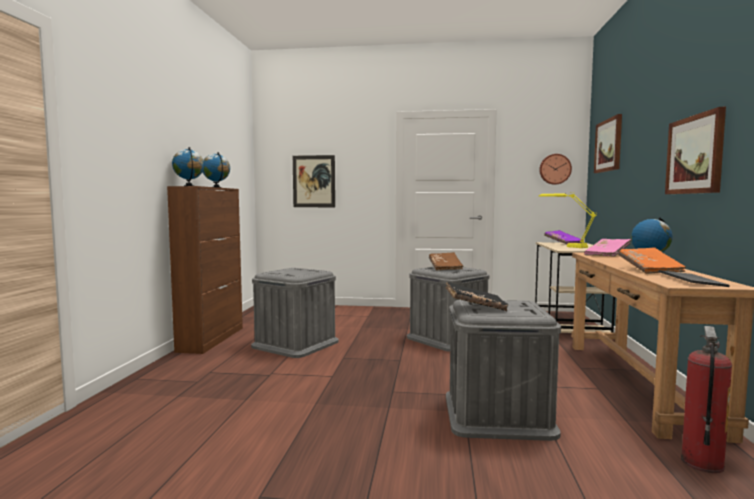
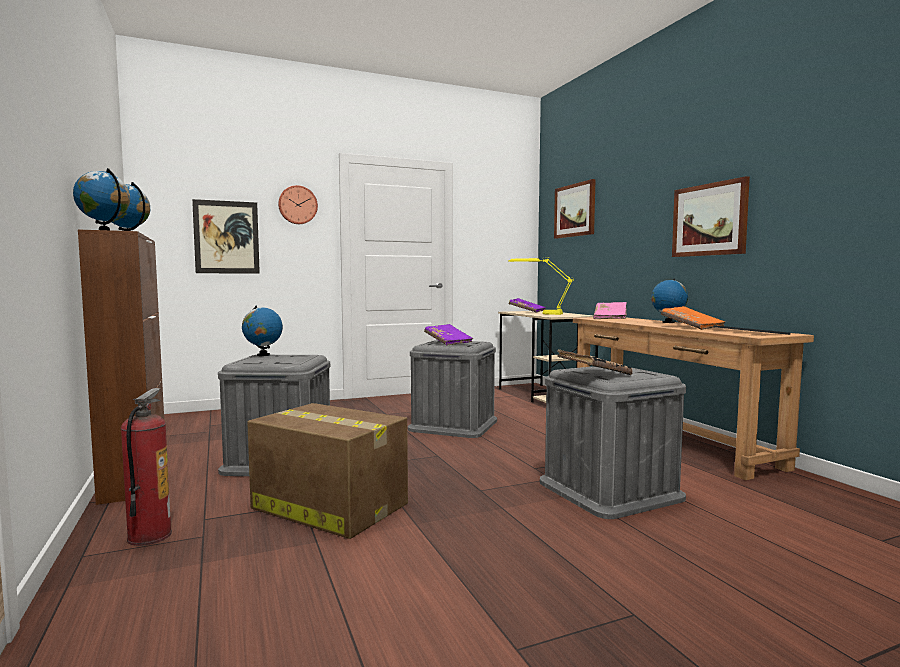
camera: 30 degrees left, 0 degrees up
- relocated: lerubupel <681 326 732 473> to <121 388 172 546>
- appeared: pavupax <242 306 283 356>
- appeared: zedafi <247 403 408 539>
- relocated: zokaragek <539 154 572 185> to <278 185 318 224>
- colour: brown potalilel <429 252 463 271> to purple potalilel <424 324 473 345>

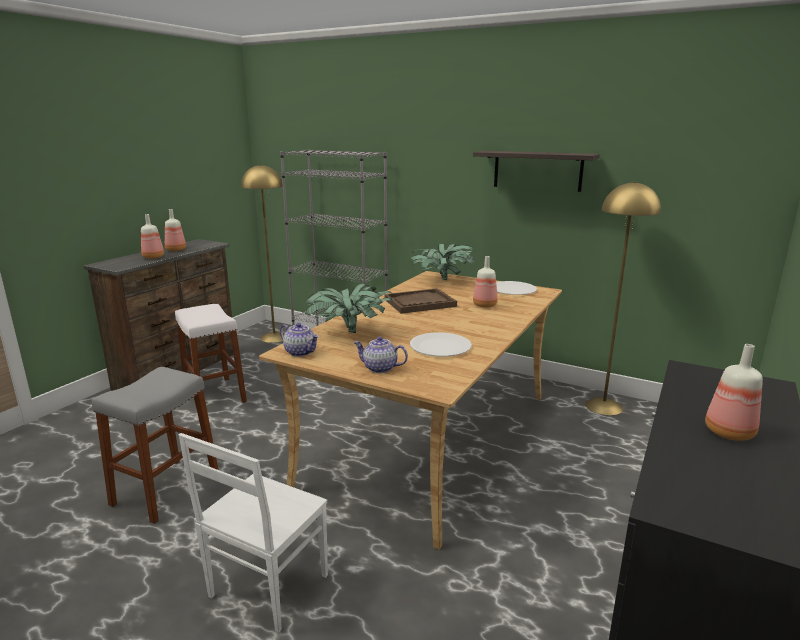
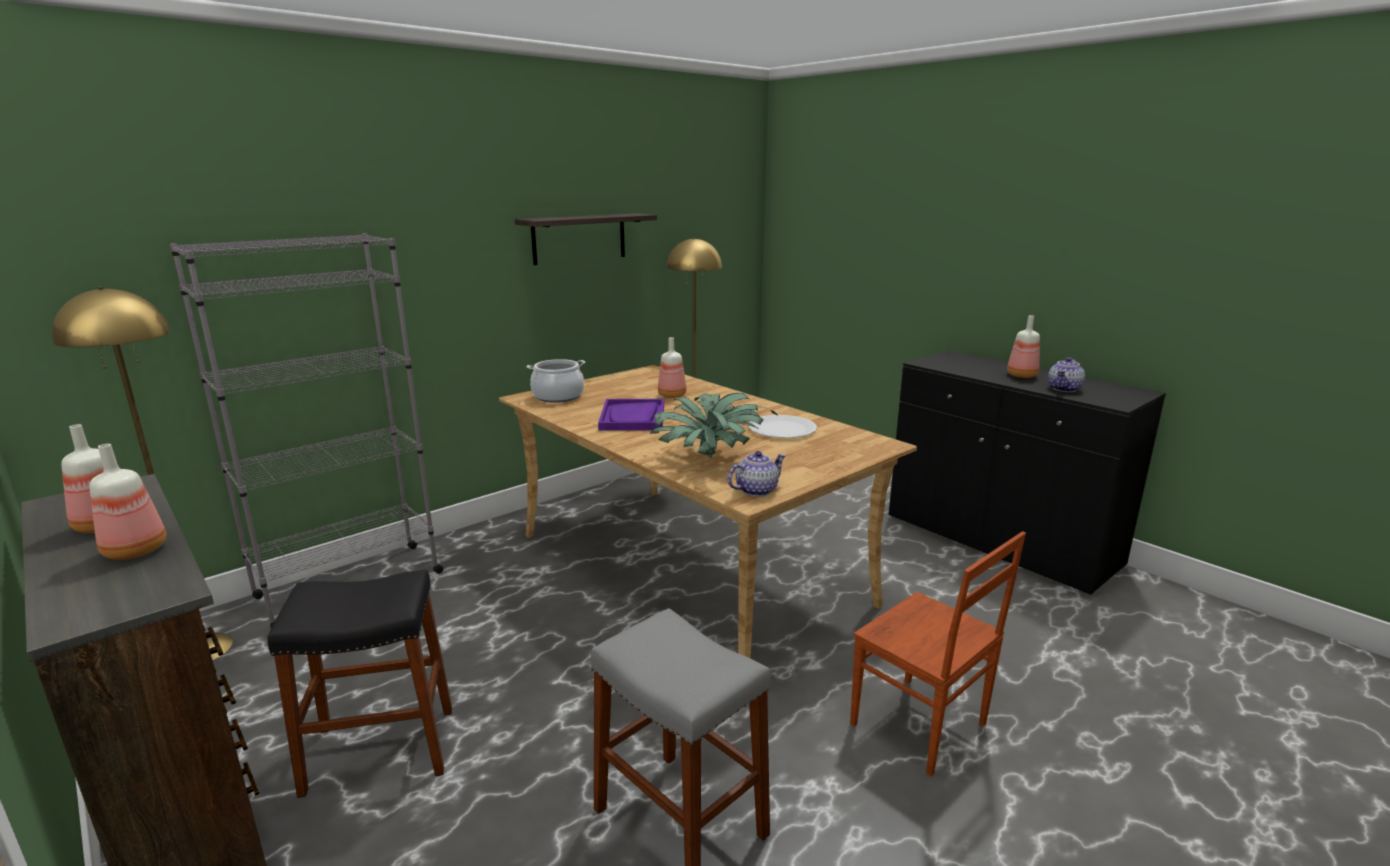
camera: 70 degrees left, 0 degrees up
- colour: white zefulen <175 304 247 403> to black zefulen <268 569 452 798>
- exchanged: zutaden <411 244 475 280> to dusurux <527 359 585 403>
- colour: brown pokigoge <385 288 457 314> to purple pokigoge <598 399 664 431>
- colour: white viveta <179 433 328 633> to brown viveta <850 531 1026 776>
- relocated: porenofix <353 336 408 373> to <1048 357 1085 392>
- missing: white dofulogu <496 281 537 295>

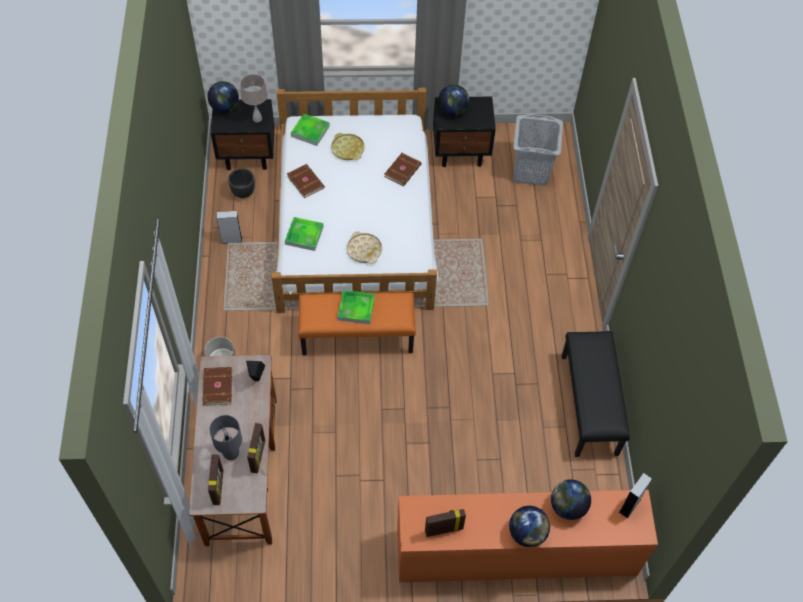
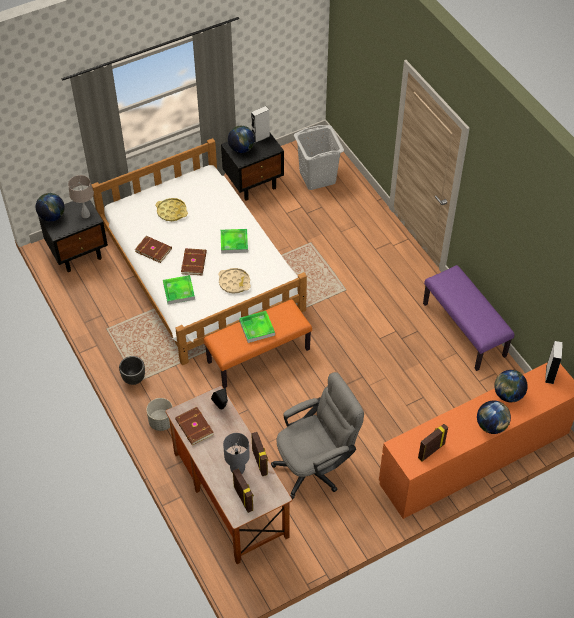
camera: 25 degrees left, 5 degrees down
- relocated: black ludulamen <228 168 255 198> to <119 356 145 385>
- relocated: brown potalilel <384 153 422 186> to <181 248 207 275>
- relocated: pokigoge <291 114 330 146> to <221 229 248 254>
- relocated: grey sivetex <216 211 242 244> to <251 106 270 143>
- appeared: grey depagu <271 372 364 499>
- colour: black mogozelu <562 331 630 457> to purple mogozelu <423 265 514 371>

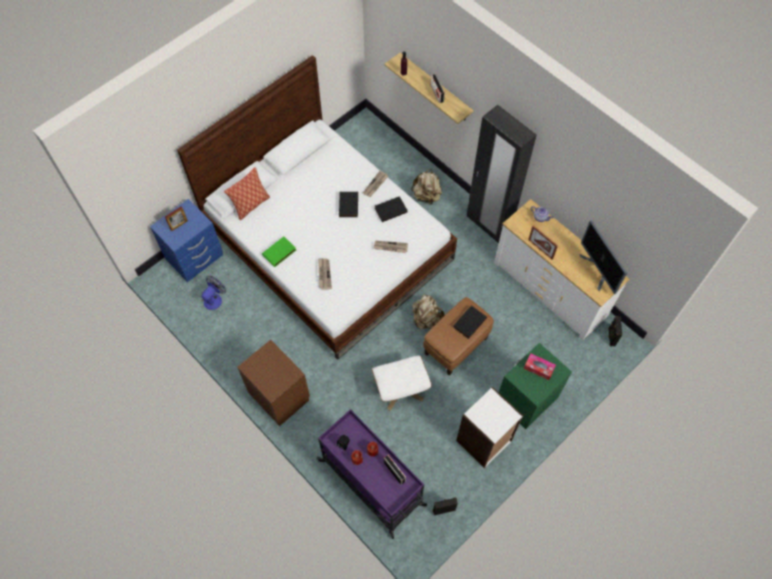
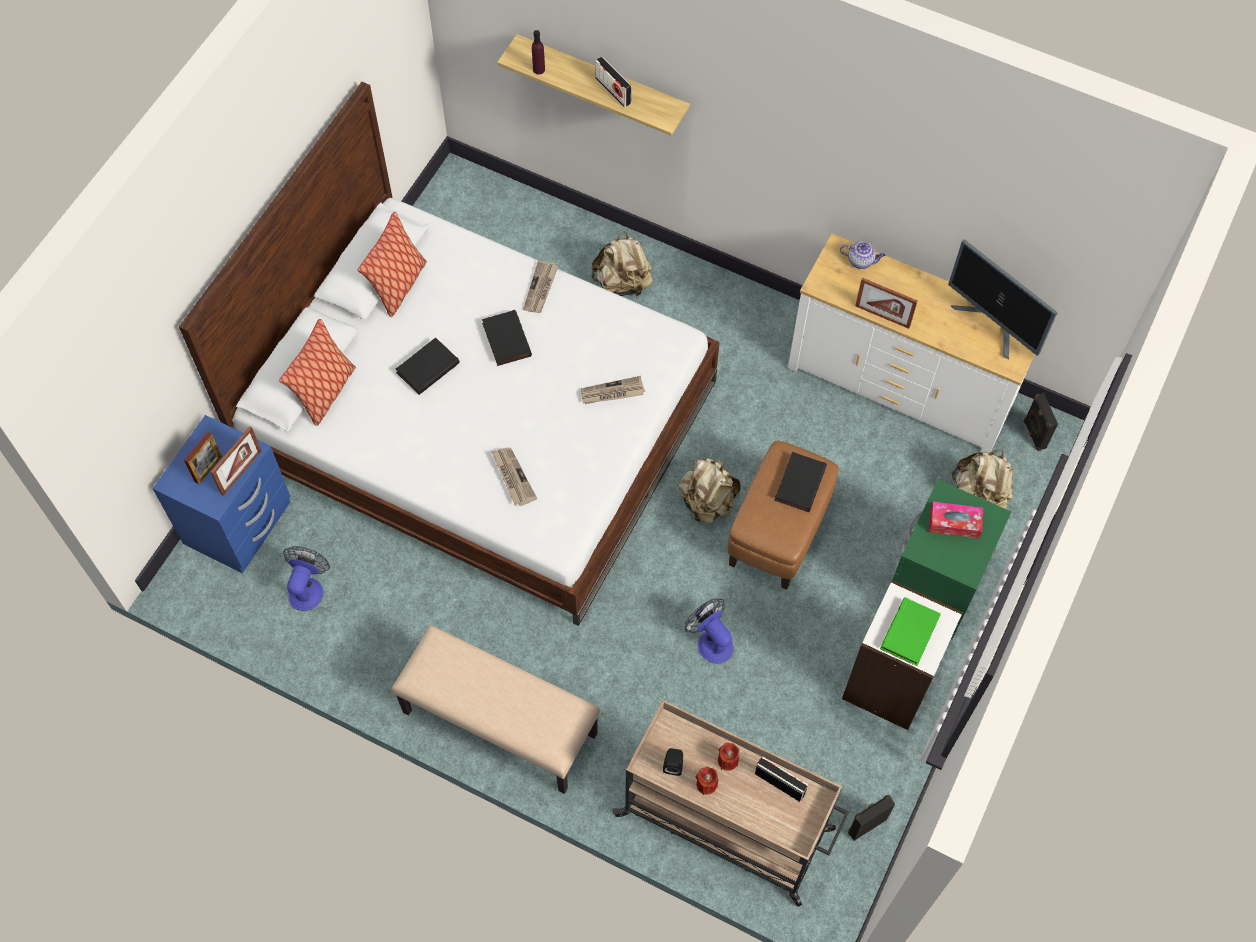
camera: 20 degrees left, 0 degrees up
- appeared: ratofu <211 426 261 496>
- appeared: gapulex <358 212 427 317>
- exchanged: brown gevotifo <237 340 310 426> to beige mogozelu <391 625 600 794>
- relocated: black potalilel <375 196 408 222> to <396 337 460 395>
- colour: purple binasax <316 409 427 539> to beige binasax <612 700 849 907>
- exchanged: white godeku <372 356 431 411> to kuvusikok <685 598 734 664>
- relocated: green potalilel <262 237 296 267> to <880 597 941 666>
- appeared: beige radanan <952 449 1014 509>
- missing: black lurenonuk <467 105 537 244>

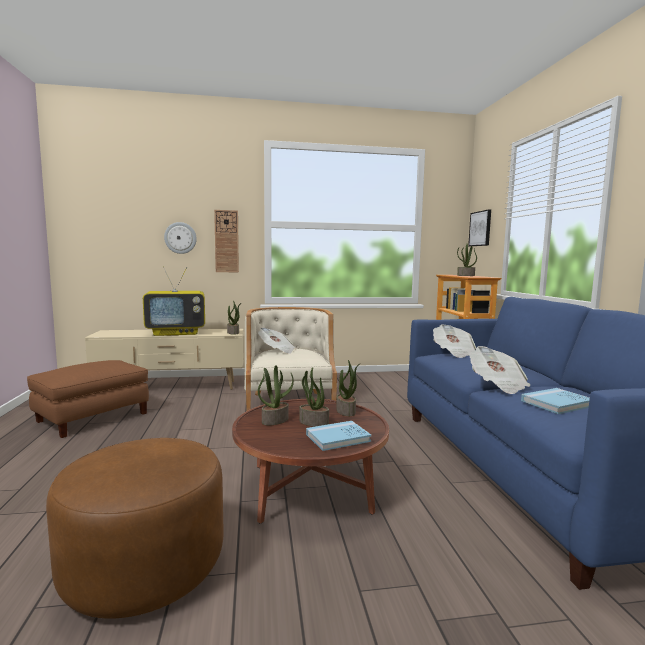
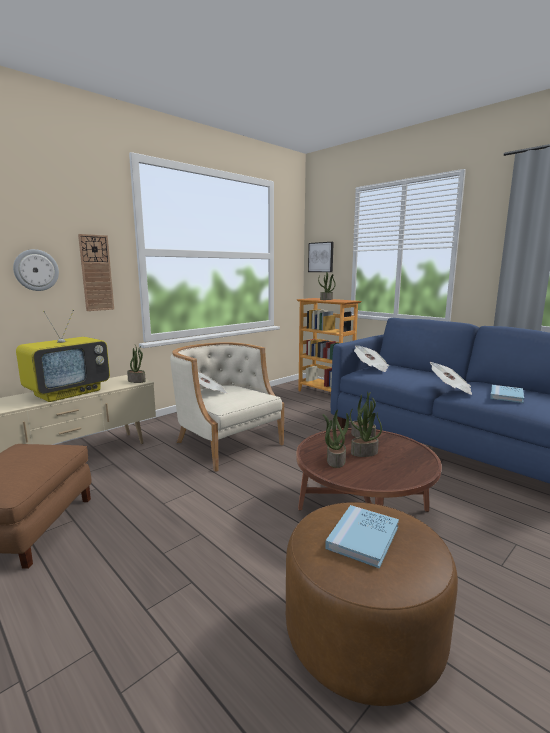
camera: 35 degrees left, 5 degrees up
- relocated: blue potalilel <306 421 371 451> to <325 505 399 569>

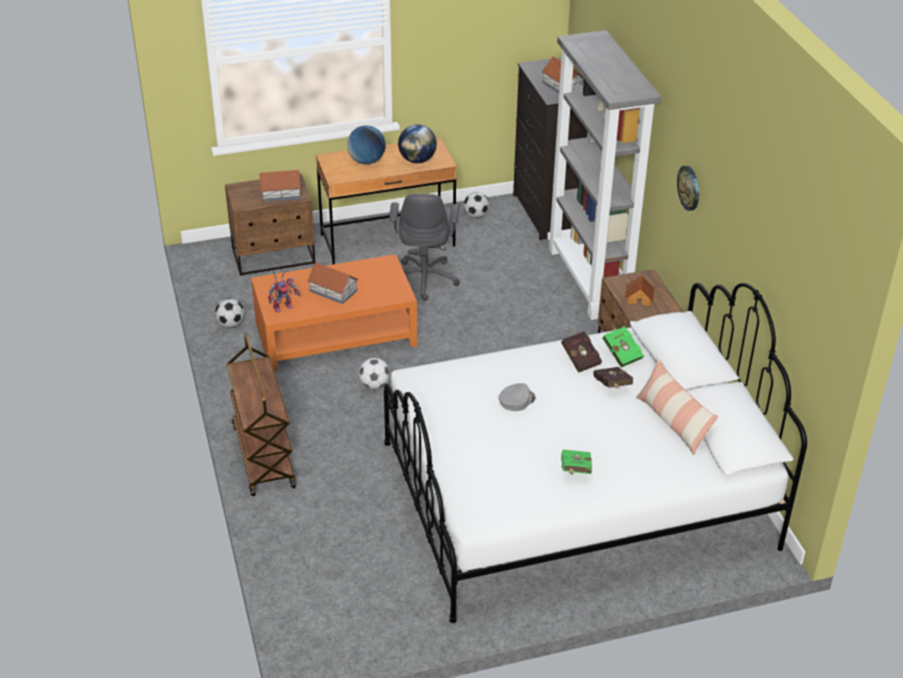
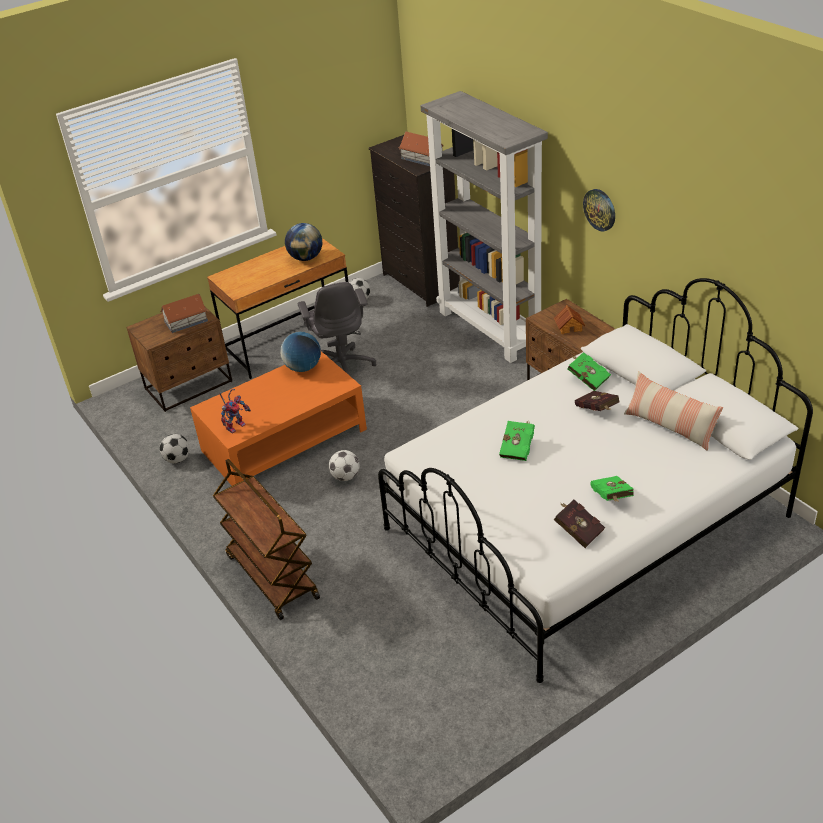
camera: 15 degrees left, 0 degrees up
- relocated: pavupax <347 125 386 164> to <281 332 321 372>
- exchanged: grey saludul <498 383 536 411> to green potalilel <499 421 535 461>
- relocated: red potalilel <561 331 602 373> to <554 499 605 548>
- missing: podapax <307 263 358 304>

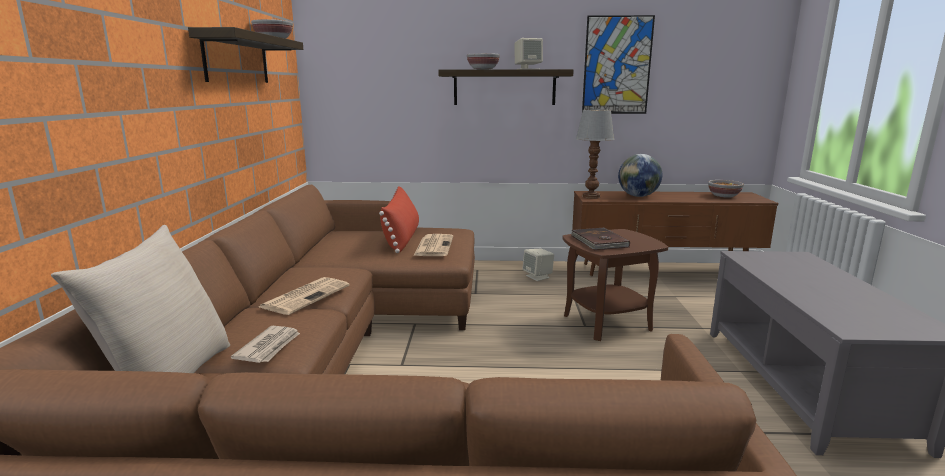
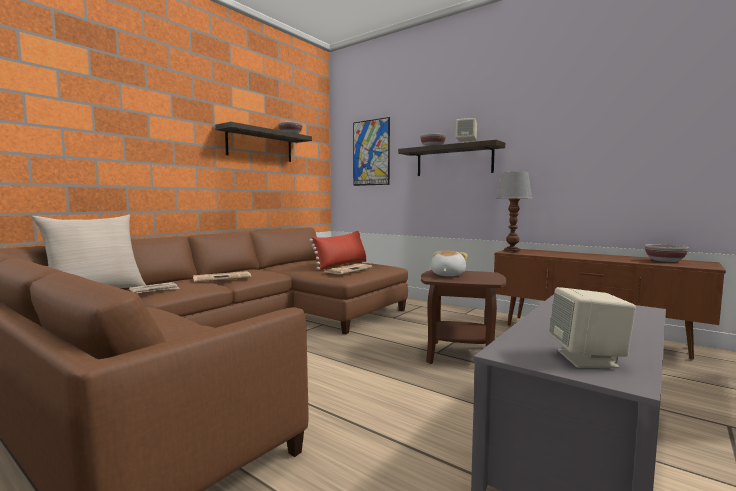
camera: 35 degrees right, 10 degrees down
- relocated: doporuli <582 15 655 114> to <353 117 390 186>
- exchanged: brown potalilel <571 227 630 250> to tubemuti <431 251 467 276>
- relocated: beige sivetex <522 249 554 281> to <549 287 636 368>
- missing: pavupax <618 154 662 197>

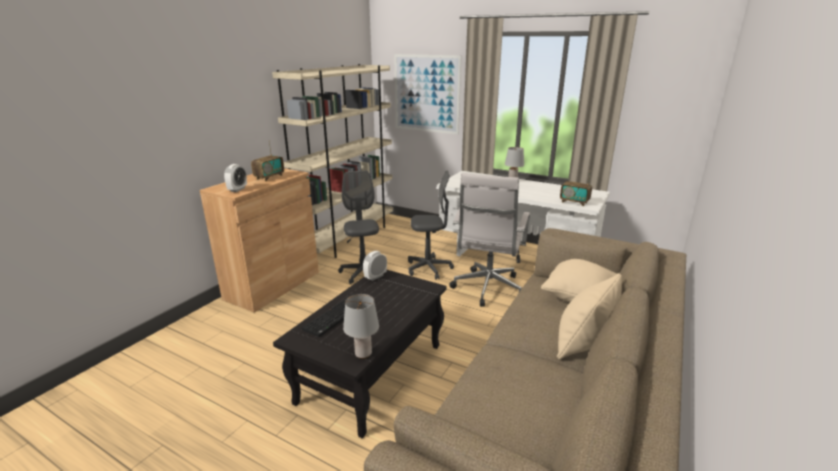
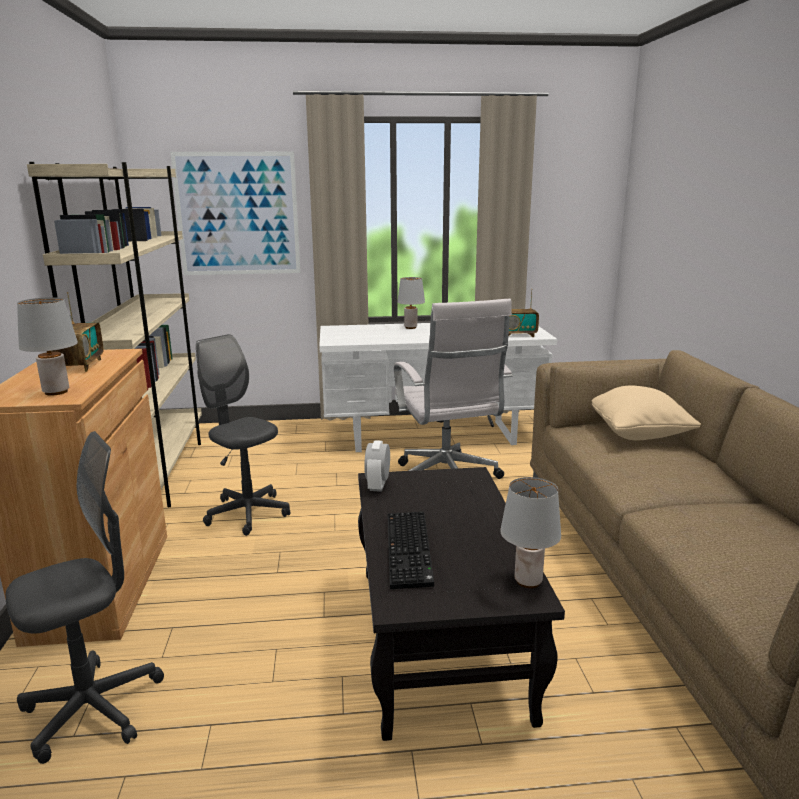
camera: 35 degrees left, 5 degrees down
- relocated: grey depagu <408 170 454 280> to <6 431 164 764>
- exchanged: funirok <224 164 247 192> to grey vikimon <17 297 78 396>
- missing: beige gapulex <557 273 622 360>

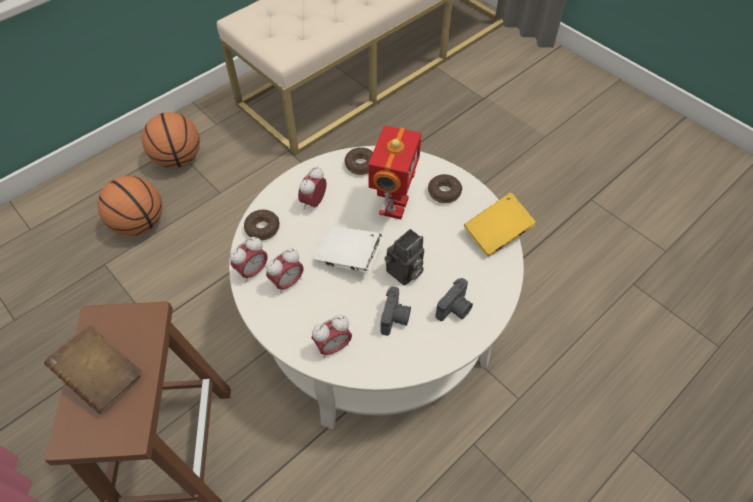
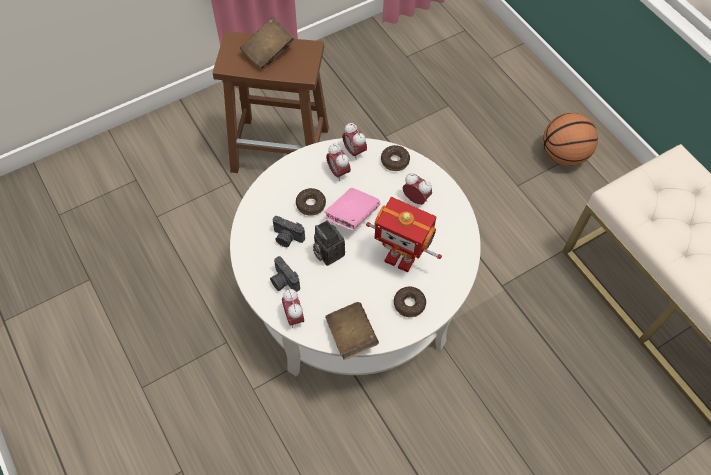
camera: 100 degrees right, 5 degrees up
- relocated: funirok <312 315 352 358> to <282 289 304 328>
- relocated: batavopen <345 147 373 175> to <296 188 326 216>
- colour: white potalilel <314 226 382 273> to pink potalilel <324 188 380 230>
- colour: yellow potalilel <464 193 536 257> to brown potalilel <325 302 379 360>
- missing: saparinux <98 176 162 236>

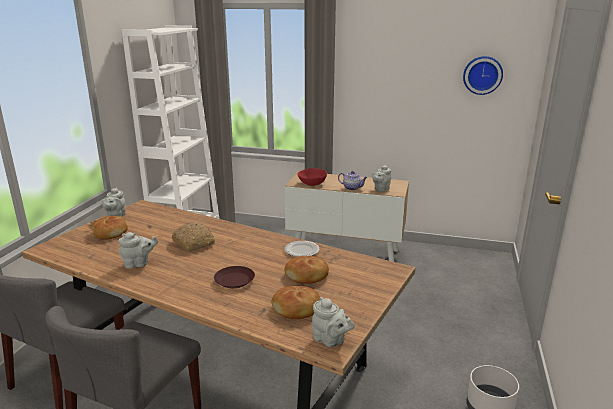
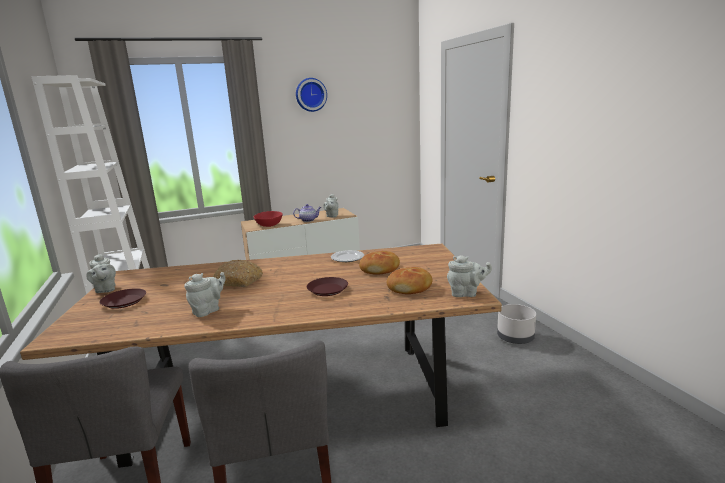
camera: 35 degrees left, 5 degrees down
- exchanged: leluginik <92 216 128 240> to brown dofulogu <99 288 146 309>
- relocated: zokaragek <463 56 503 95> to <296 78 327 112>

